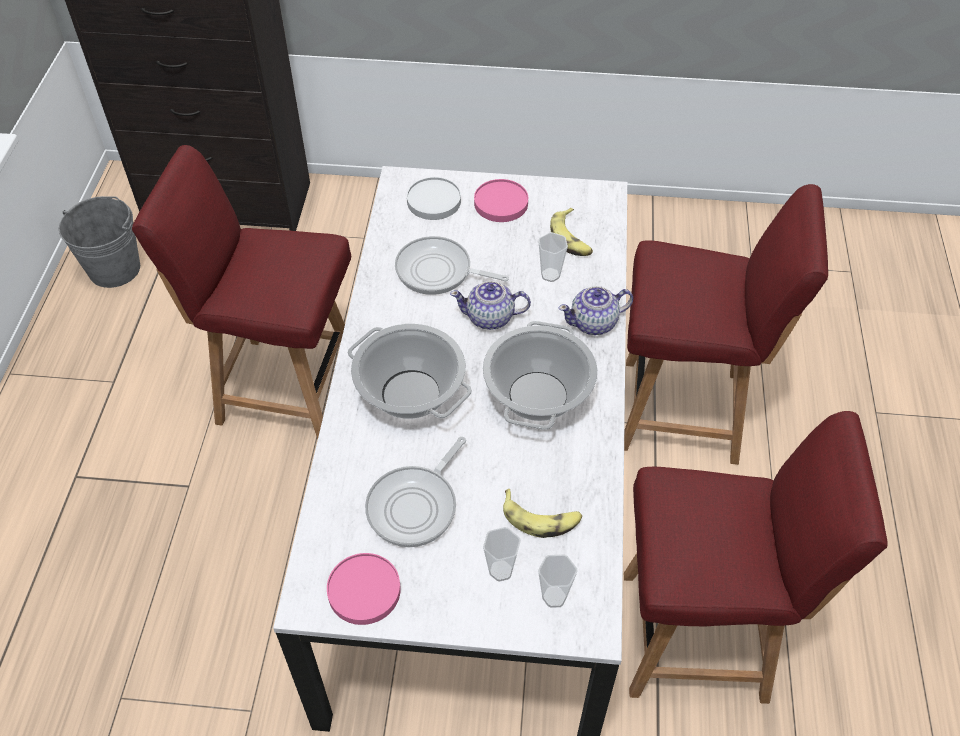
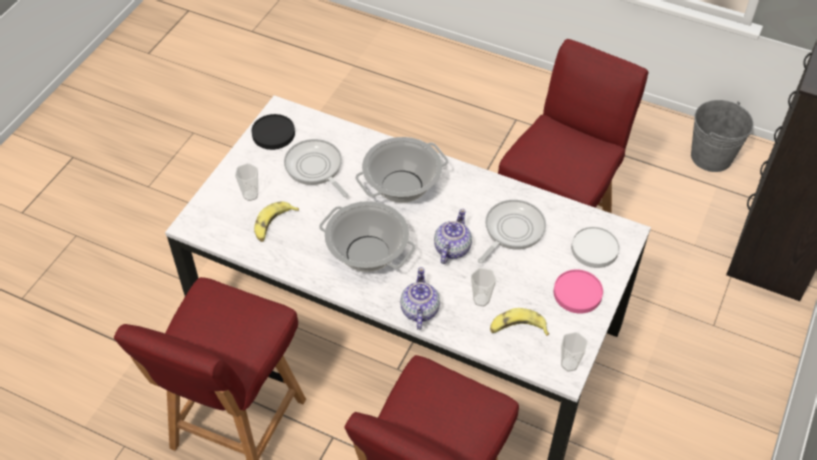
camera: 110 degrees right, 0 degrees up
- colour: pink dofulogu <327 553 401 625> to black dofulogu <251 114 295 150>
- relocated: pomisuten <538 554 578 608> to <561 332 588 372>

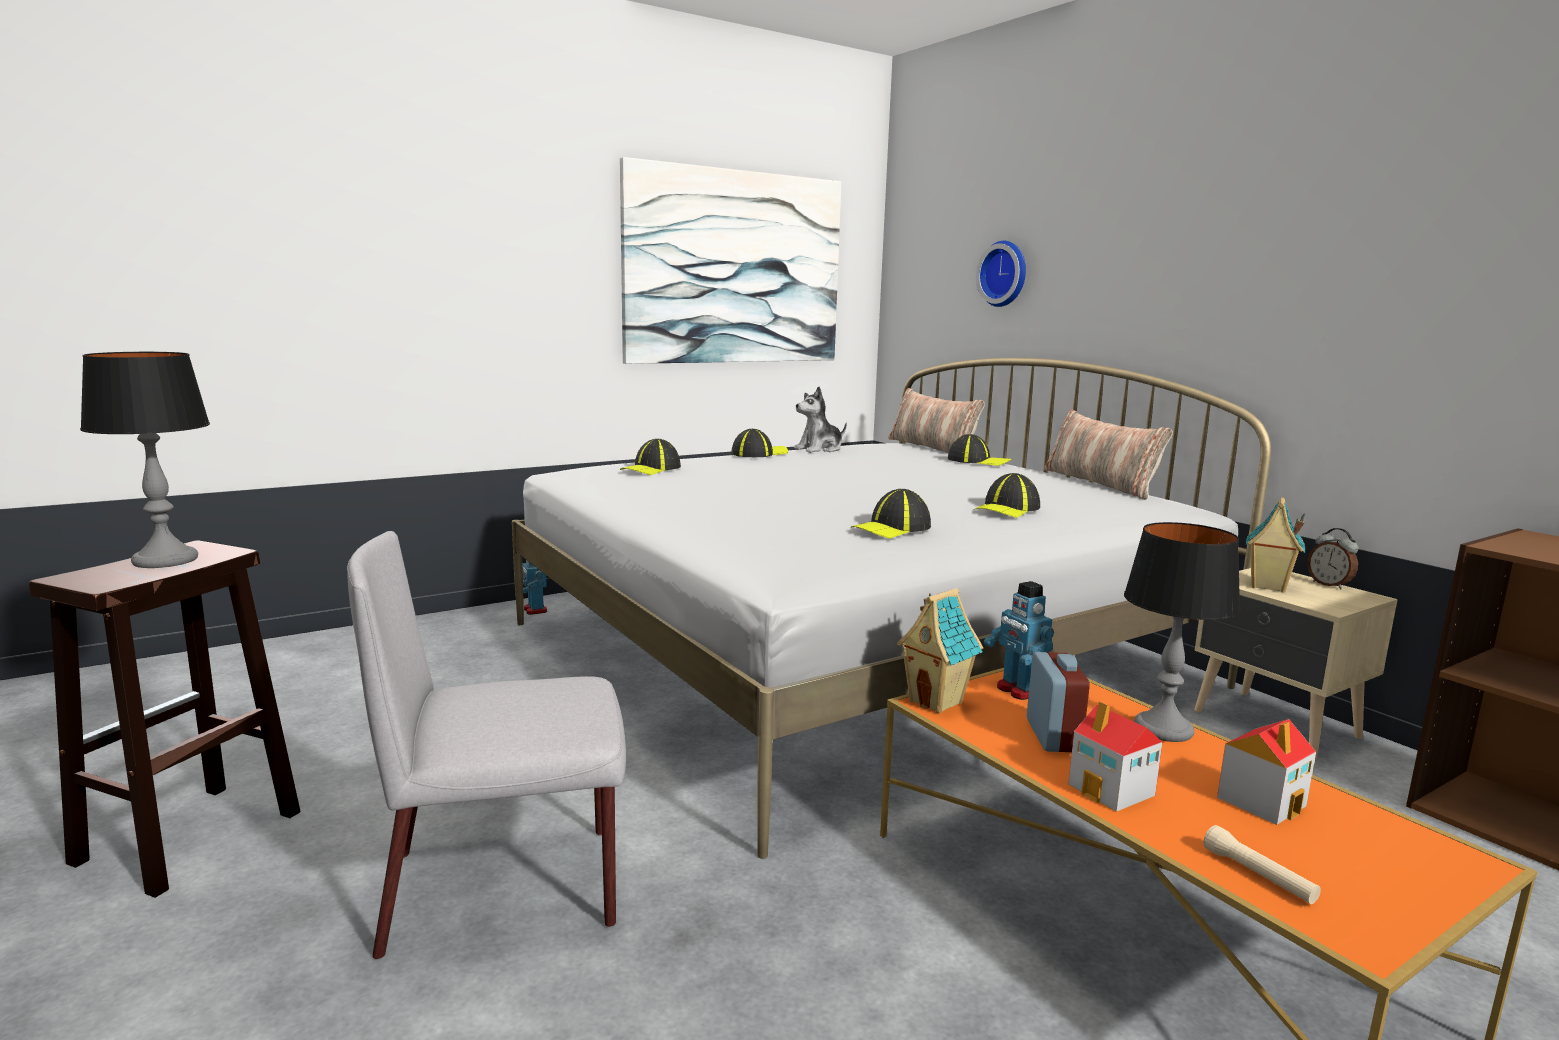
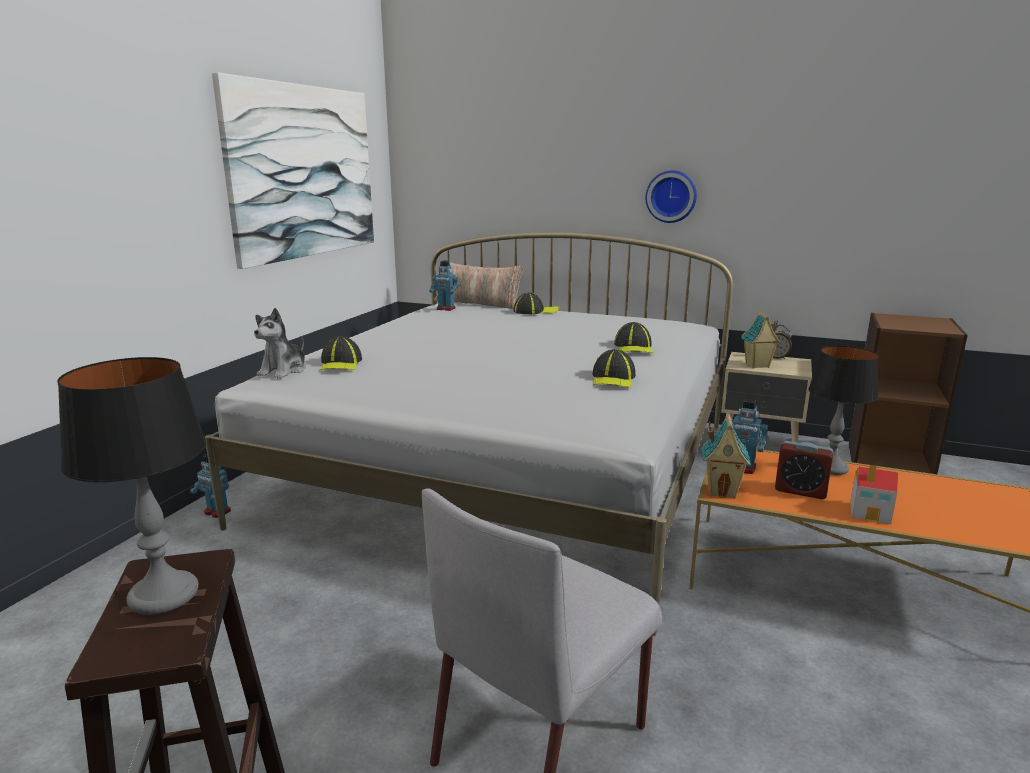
camera: 35 degrees left, 5 degrees up
- relocated: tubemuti <794 387 847 453> to <254 308 306 379>
- appeared: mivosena <429 261 459 311>
- relocated: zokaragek <976 241 1026 307> to <646 170 697 223>
- spun: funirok <1027 652 1090 752> = <775 441 833 499> 150 degrees clockwise
- missing: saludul <731 429 788 457>
- missing: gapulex <1044 409 1173 500>
- missing: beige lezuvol <1203 825 1321 904>
- missing: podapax <1217 719 1316 825>

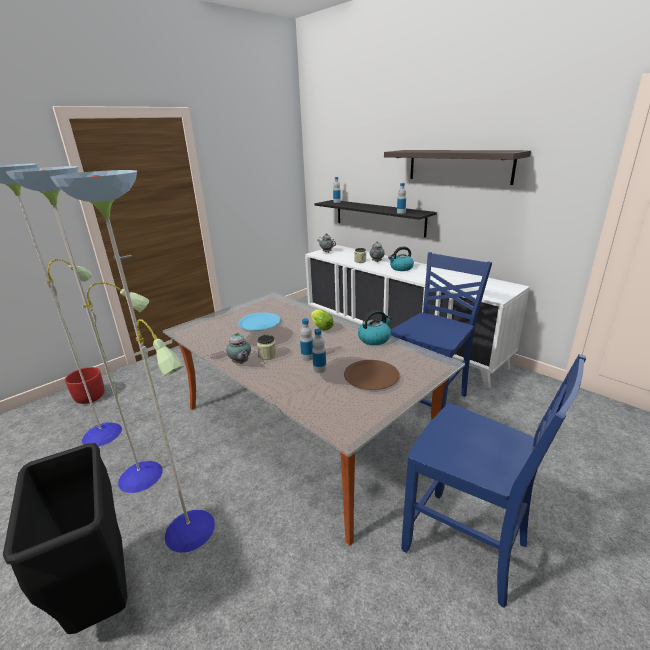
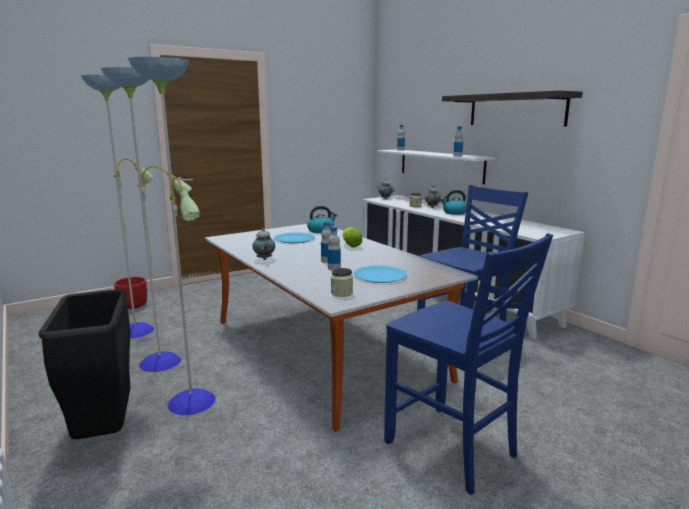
camera: 10 degrees right, 10 degrees down
- relocated: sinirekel <358 310 392 345> to <307 206 337 233>
- relocated: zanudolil <257 335 277 360> to <331 268 353 297>
- colour: brown dofulogu <344 360 399 390> to blue dofulogu <354 265 407 283>
- colour: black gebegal <315 200 437 238> to white gebegal <378 149 495 184>

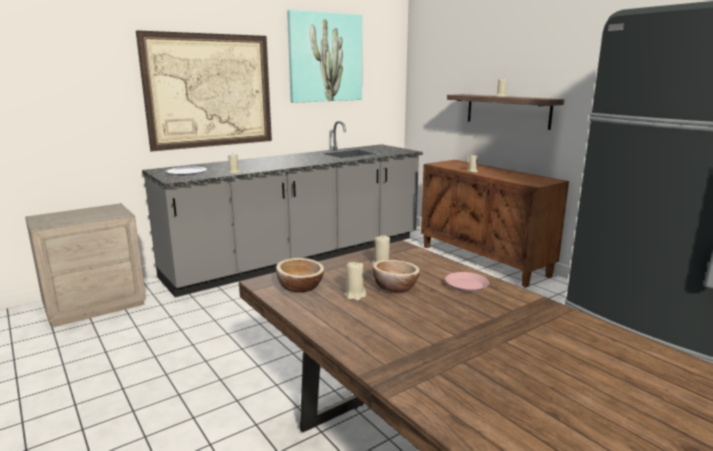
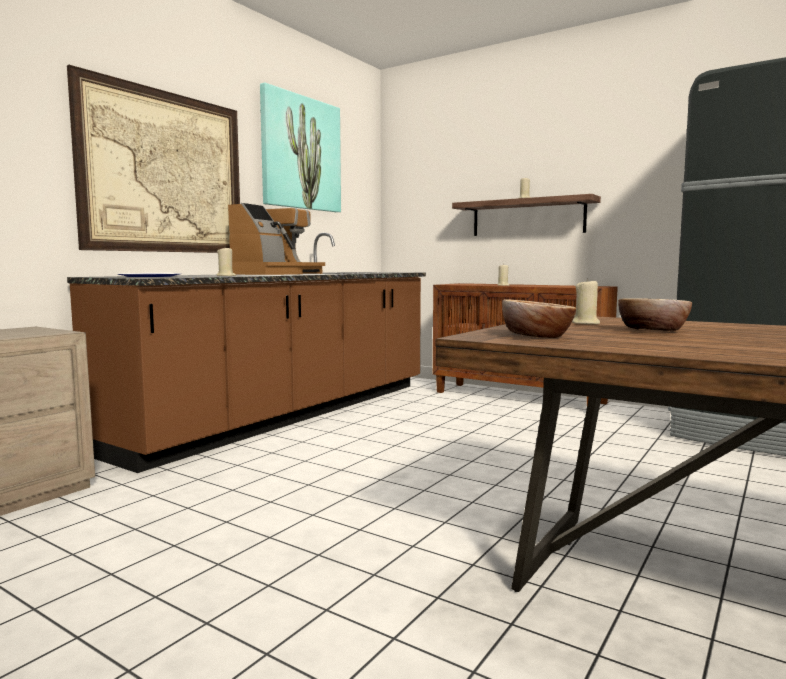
camera: 20 degrees left, 10 degrees down
- colour: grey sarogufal <142 121 423 297> to brown sarogufal <67 233 426 473>
- appeared: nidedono <228 203 325 275>
- missing: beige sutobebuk <345 261 366 300>
- missing: pink dofulogu <445 272 489 292>

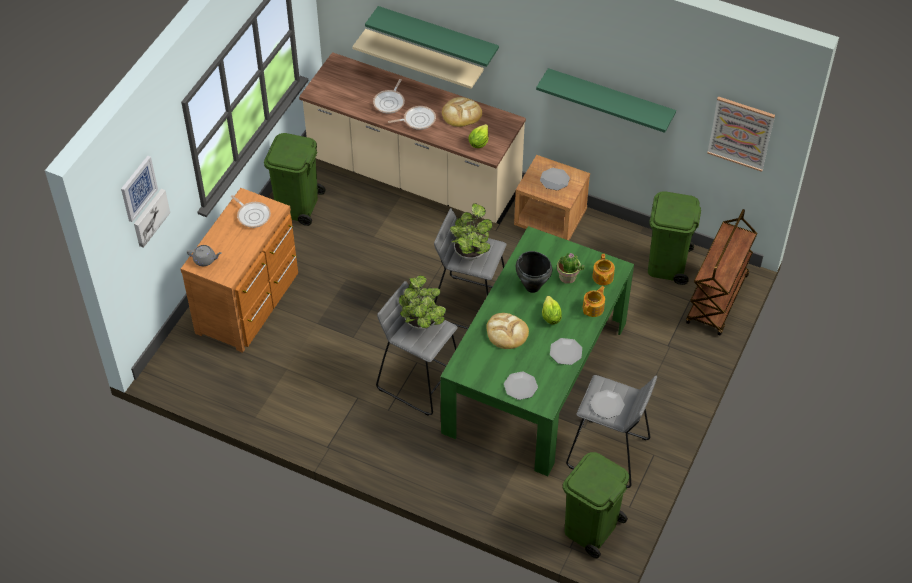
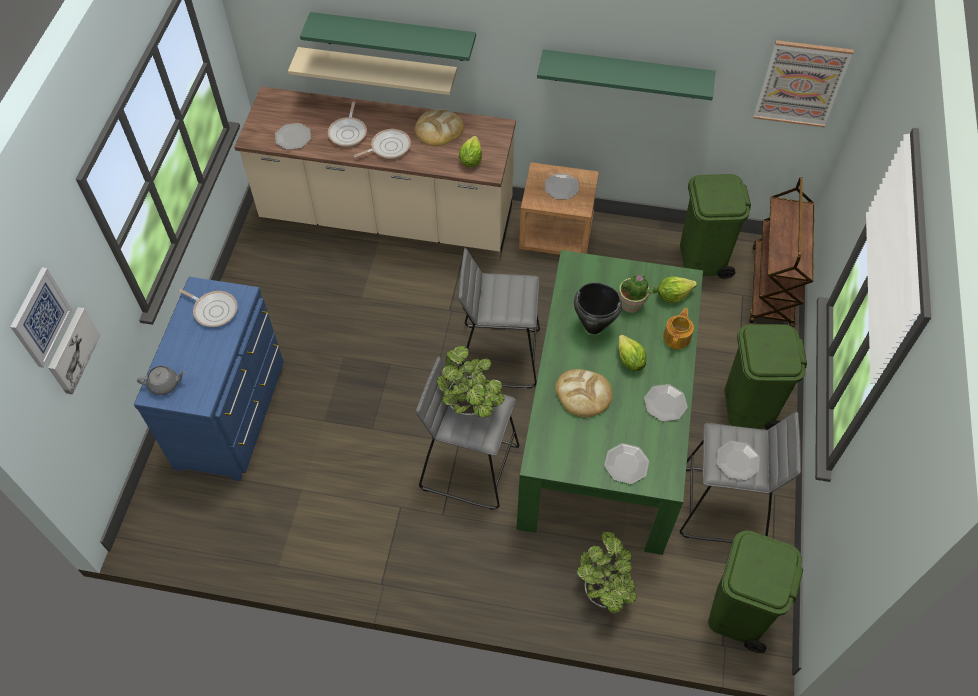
camera: 15 degrees left, 5 degrees up
- colour: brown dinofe <180 188 298 353> to blue dinofe <134 277 284 481>
- appeared: dofulogu <275 123 311 150>
- relocated: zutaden <450 203 493 260> to <577 532 637 613>
- exchanged: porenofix <592 254 615 285> to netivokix <658 276 697 303>
- relocated: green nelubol <264 133 326 226> to <725 324 807 430>

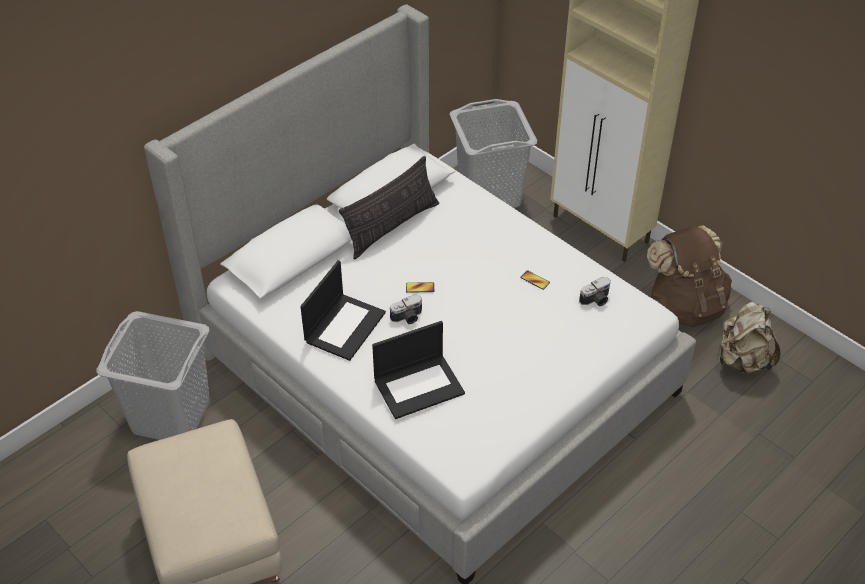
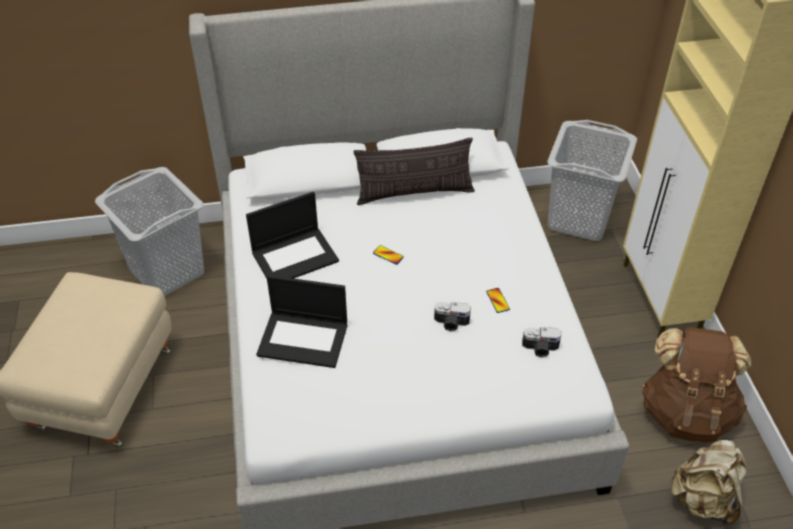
camera: 35 degrees right, 0 degrees up
- relocated: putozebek <390 294 422 324> to <434 302 471 331>

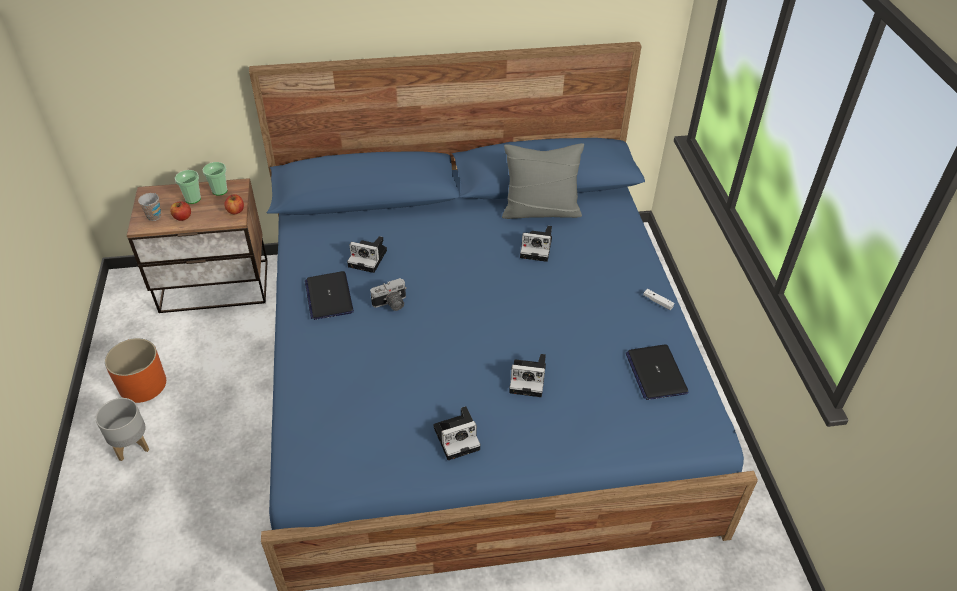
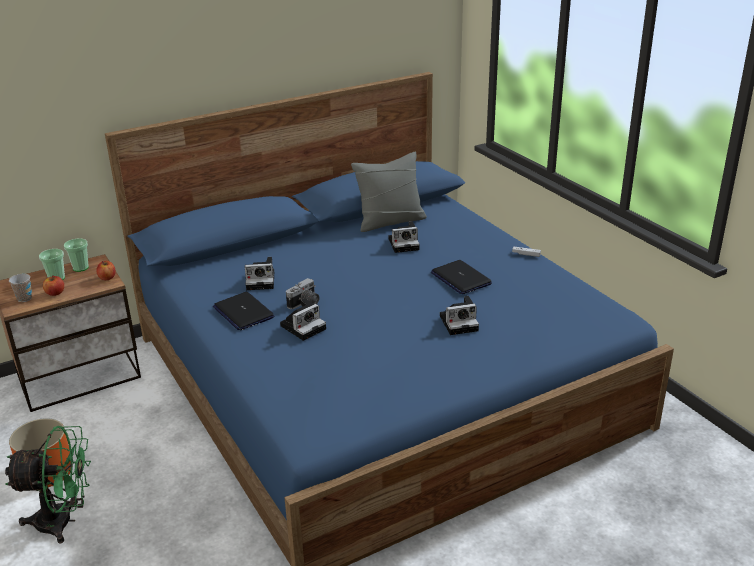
camera: 20 degrees left, 15 degrees down
- exchanged: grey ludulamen <96 398 149 461> to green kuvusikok <5 426 91 544>
- relocated: putozebek <434 406 480 460> to <280 299 326 341>
- relocated: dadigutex <626 344 688 400> to <431 260 492 295>

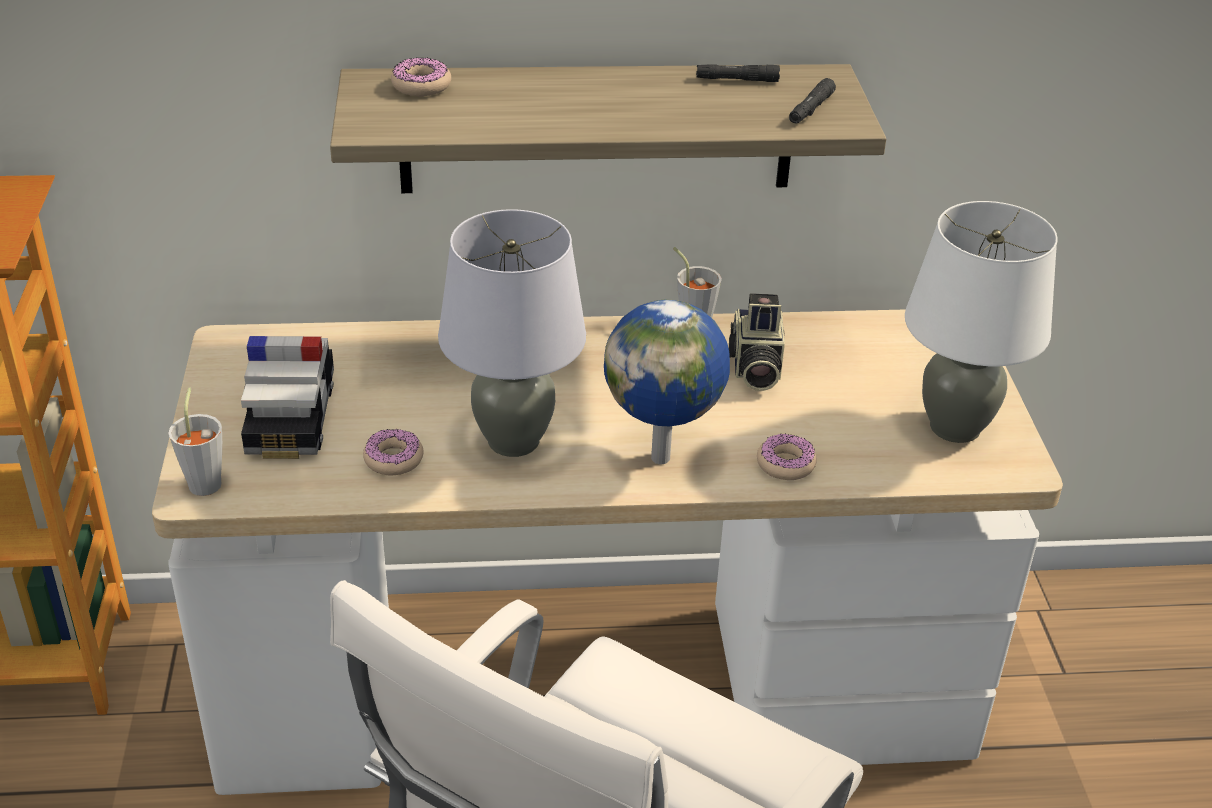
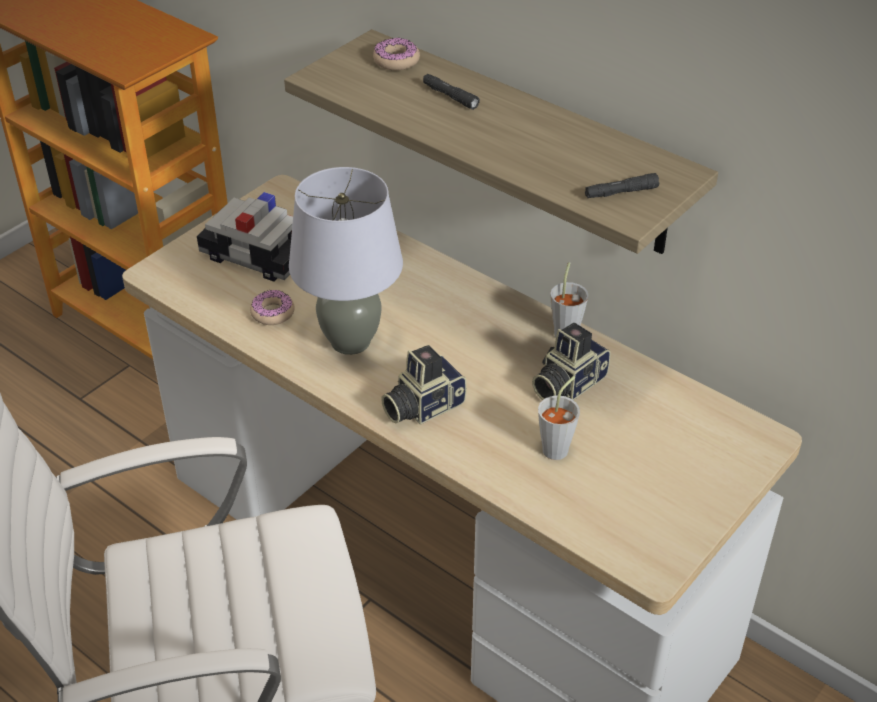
camera: 45 degrees right, 5 degrees up
- spun: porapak <241 336 334 459> = <197 192 293 282> 75 degrees clockwise
- exchanged: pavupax <604 300 730 464> to putozebek <381 345 467 425>
- relocated: black lezuvol <696 64 780 82> to <423 74 480 110>
- relocated: grey pomisuten <168 387 222 496> to <538 376 580 460>
- missing: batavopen <757 433 817 480>
- missing: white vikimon <905 201 1058 443>

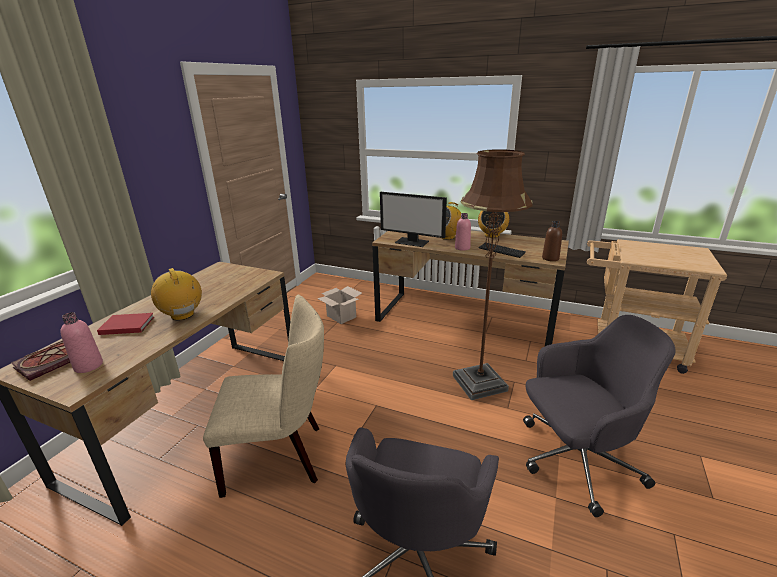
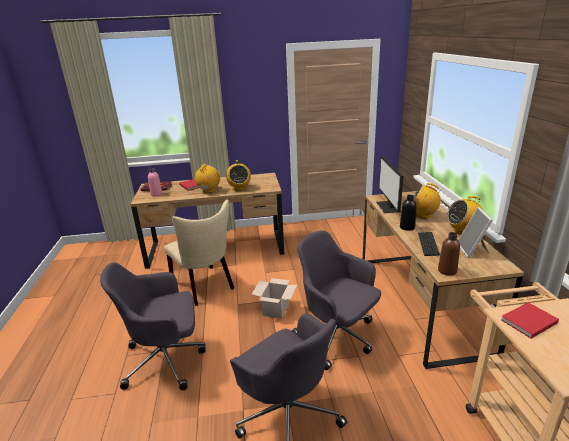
camera: 60 degrees right, 0 degrees up
- appeared: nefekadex <226 160 251 191>
- relocated: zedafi <317 286 362 324> to <251 278 297 319>
- exchanged: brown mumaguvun <453 149 533 400> to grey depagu <292 230 381 370>
- colour: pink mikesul <455 213 471 251> to black mikesul <400 195 417 231>
- appeared: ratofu <458 207 493 258>
- appeared: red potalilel <501 302 559 339>

